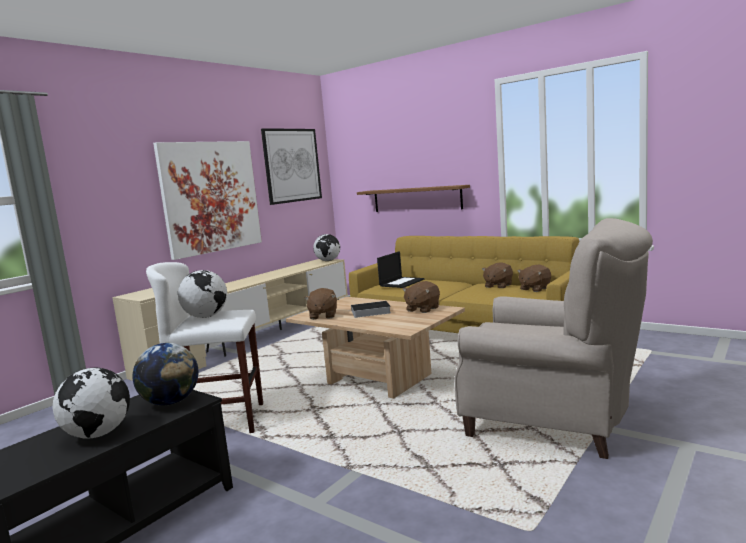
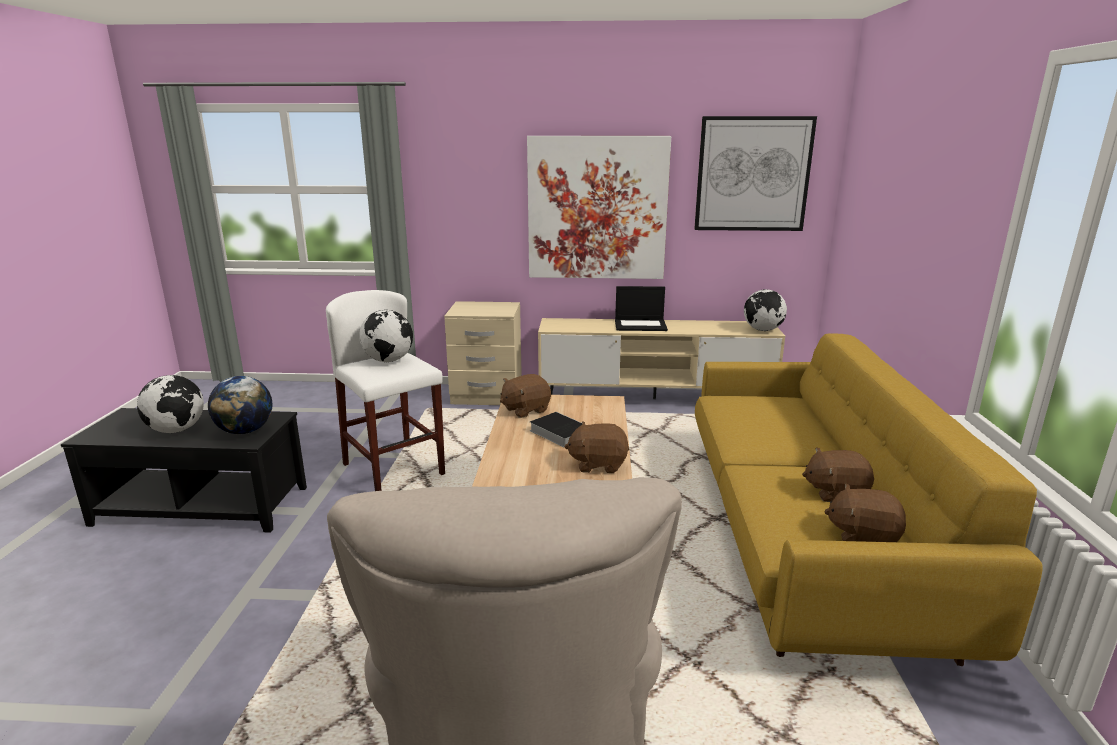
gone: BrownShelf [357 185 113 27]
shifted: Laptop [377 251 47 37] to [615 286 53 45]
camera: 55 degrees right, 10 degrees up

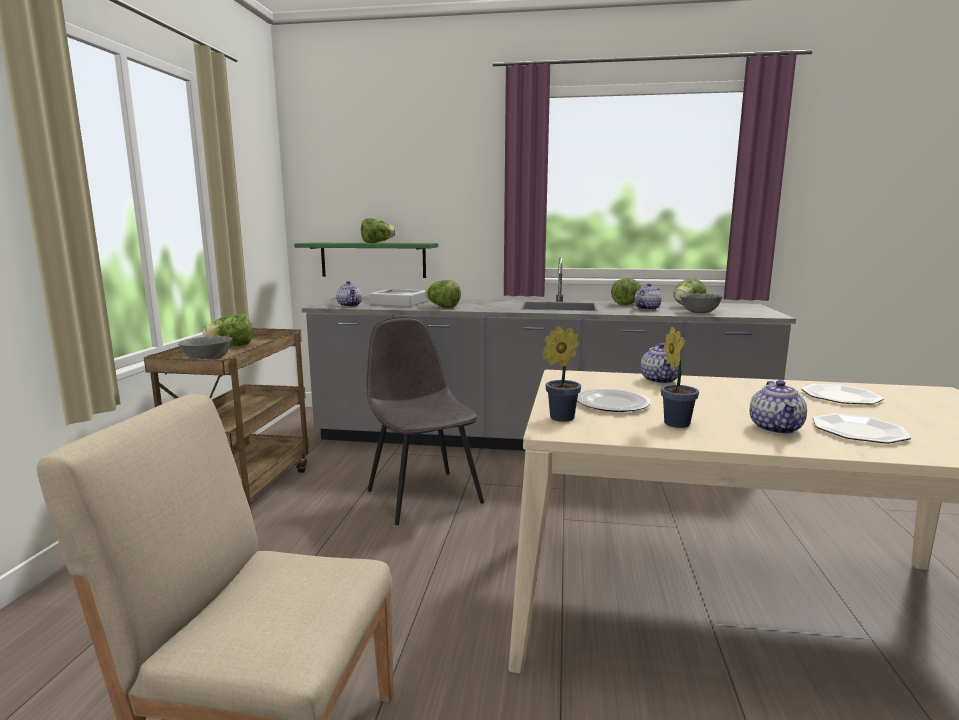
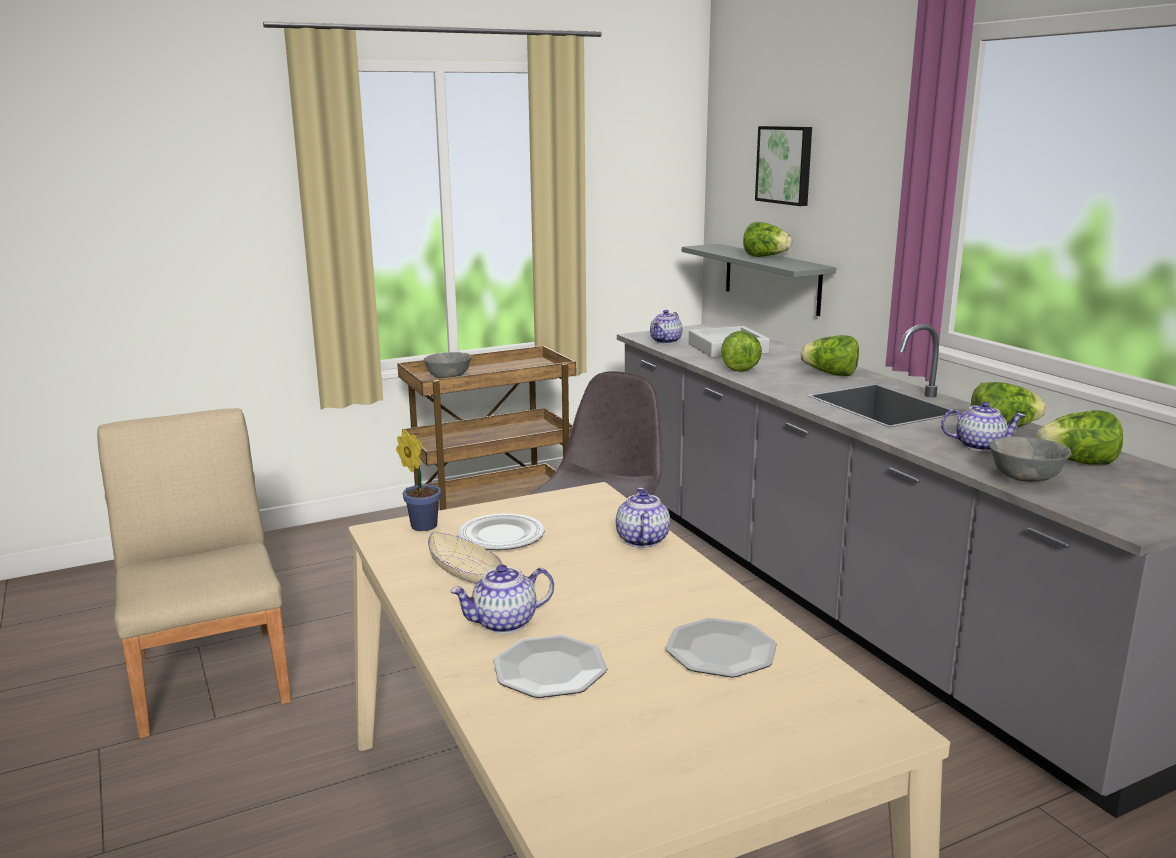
new: Picture [755 126 57 80]
shifted: Lettuce [203 314 50 32] to [801 335 58 41]
swapped: PottedPlant [661 326 38 102] to BeigeBowl [428 532 74 52]
repainted: GreenShelf [294 243 144 35] to GreyShelf [682 244 154 72]
rotated: Teapot [641 343 41 41] = [616 488 54 60] 120 degrees clockwise
camera: 55 degrees right, 5 degrees up

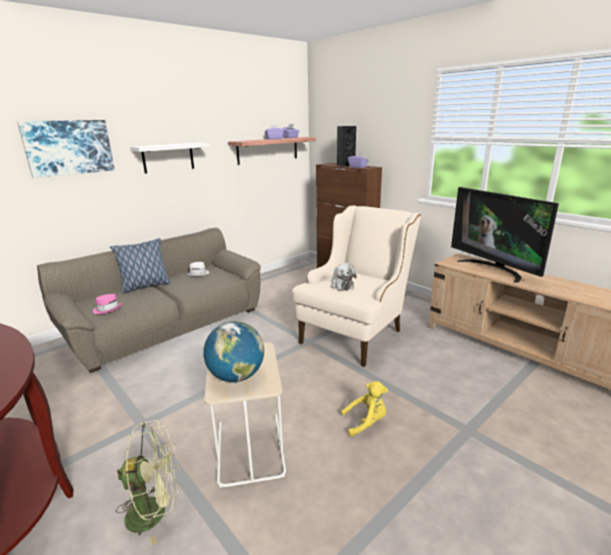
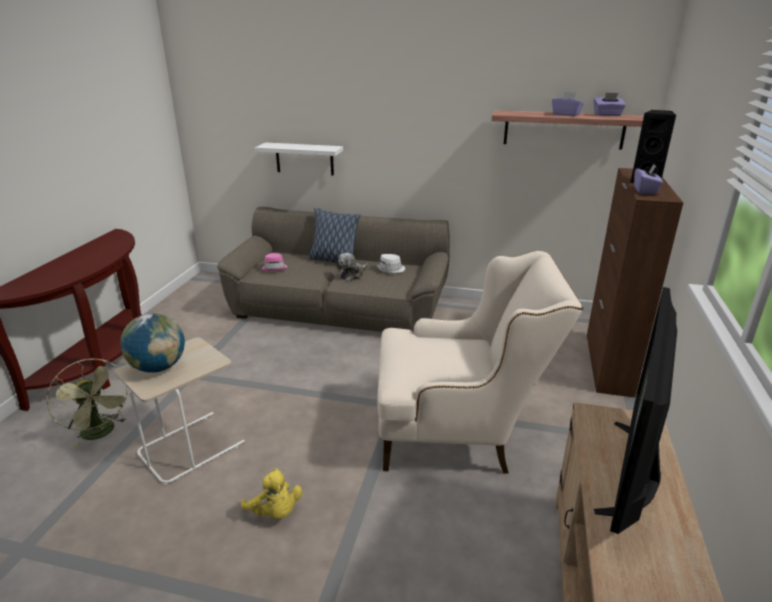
gone: Picture [17 120 98 58]
shifted: WhiteShelf [130 143 80 31] to [255 143 88 33]; PlushToy [331 263 25 28] to [338 253 30 28]
camera: 55 degrees right, 5 degrees up

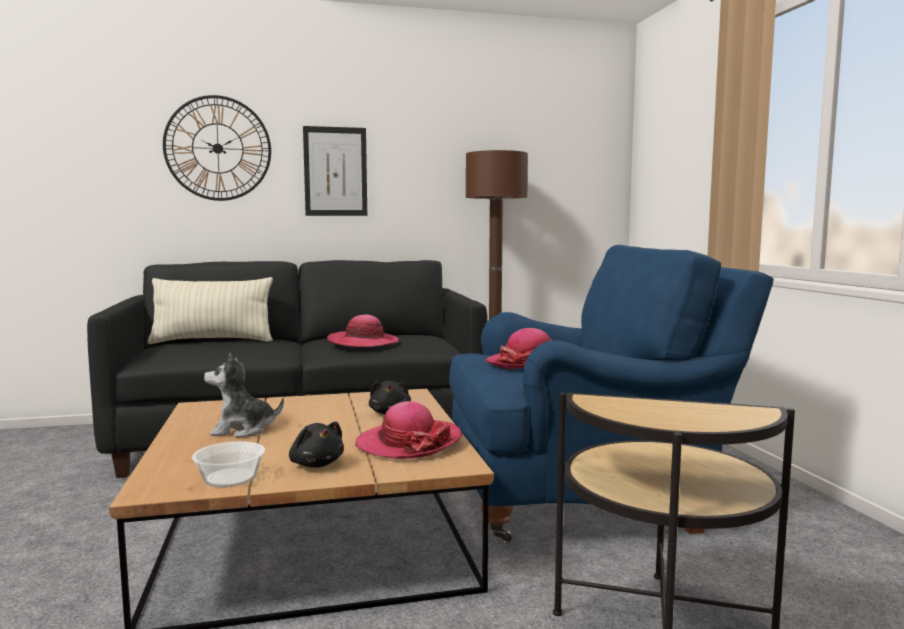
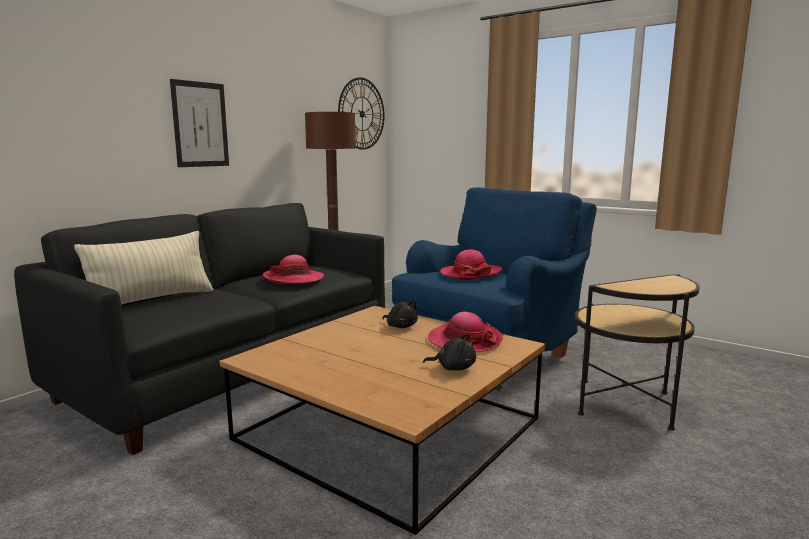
gone: Bowl [192 441 73 47]; PlushToy [204 353 80 85]
shifted: WallClock [163 95 108 106] to [338 77 46 73]
camera: 40 degrees left, 5 degrees up

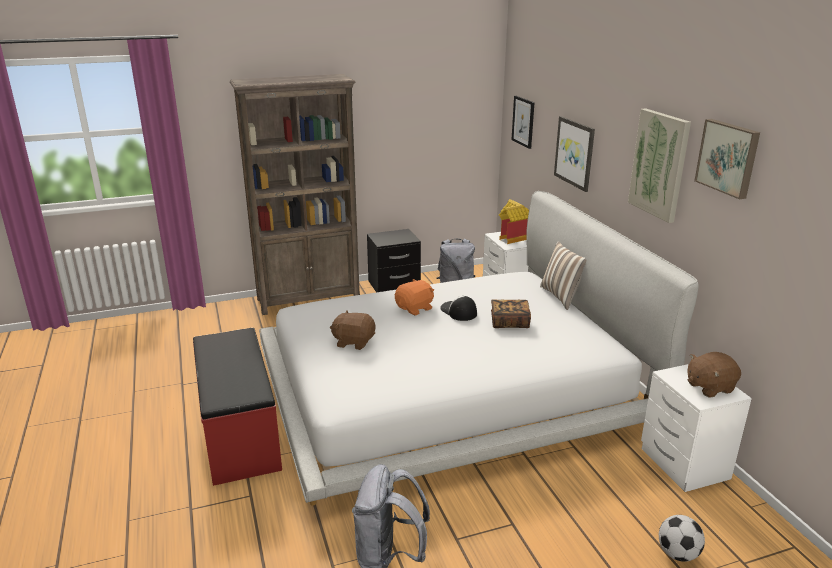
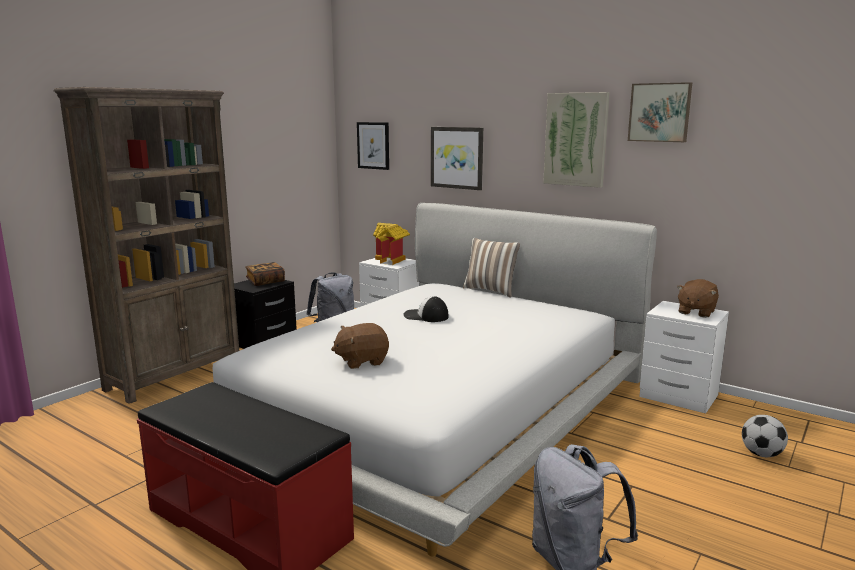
gone: OrangePlushToy [395 279 39 37]
shifted: Book [491 300 40 28] to [245 262 40 24]
camera: 35 degrees left, 10 degrees down

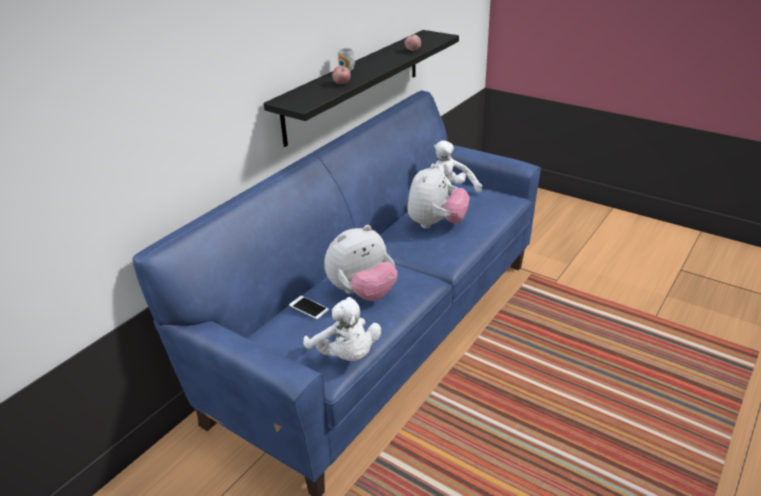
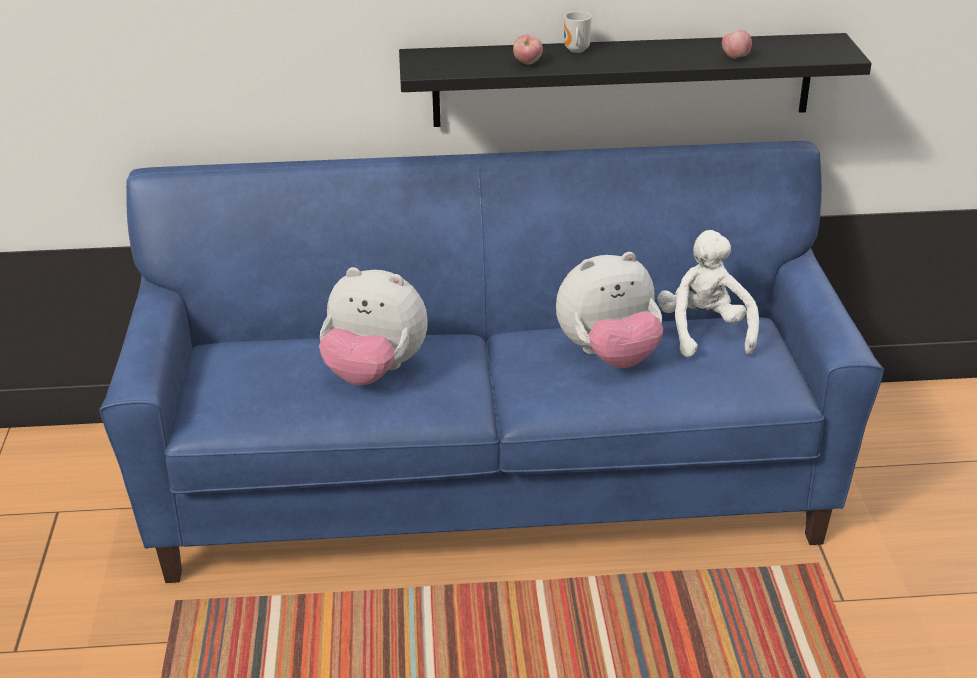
gone: Phone [289 296 40 23]; WhitePlushToy [303 297 78 64]
camera: 50 degrees right, 0 degrees up

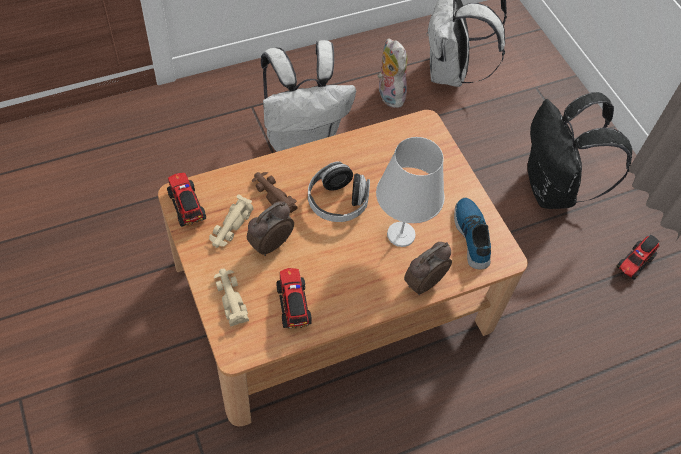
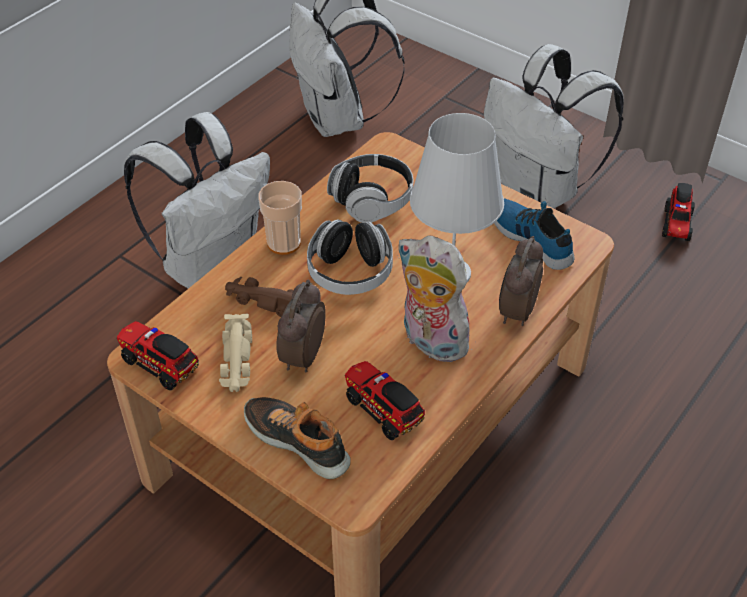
new: Cup [258 181 44 74]; Headphones [327 154 86 69]
shifted: PlushToy [377 38 31 70] to [399 235 73 128]
swapped: BeigeToyCar [214 268 35 59] to Shoe [244 397 107 82]
repainted: BlackBackpack [527 92 105 117] to WhiteBackpack [484 44 140 165]
camera: 25 degrees left, 10 degrees down

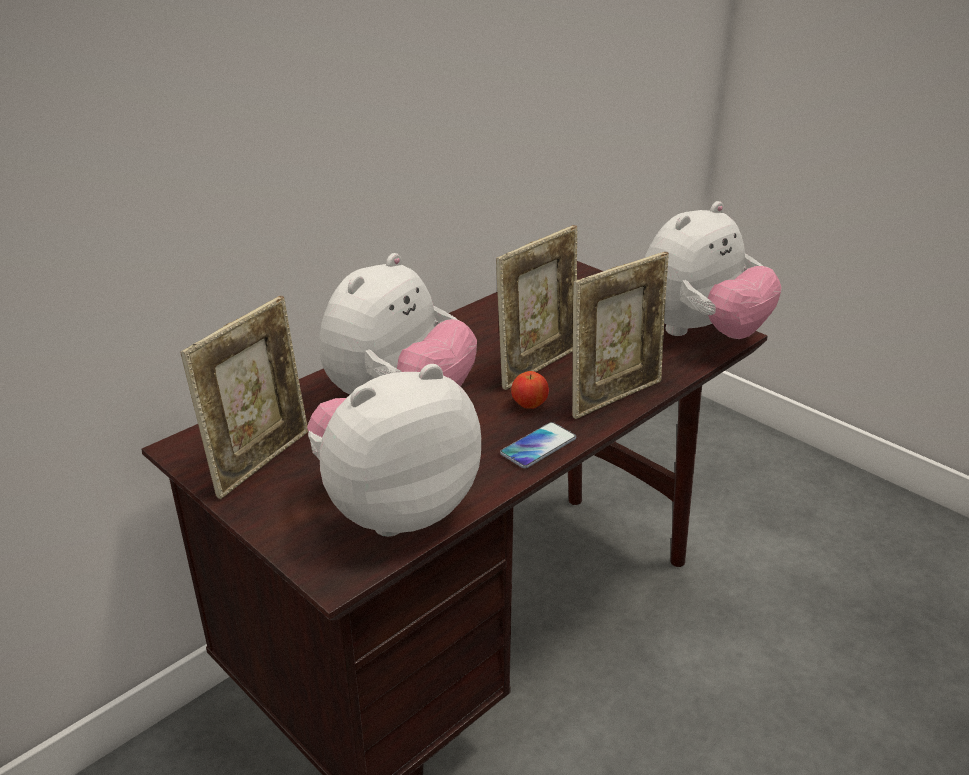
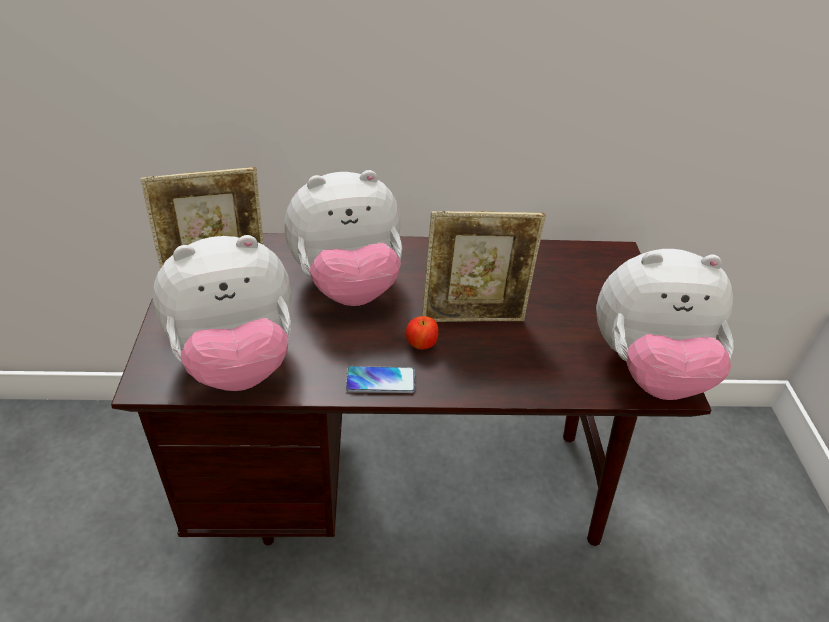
gone: PictureFrame [572 252 97 167]
rotated: PlushToy [307 364 174 173] = [153 235 138 156] 150 degrees clockwise
camera: 40 degrees right, 10 degrees up

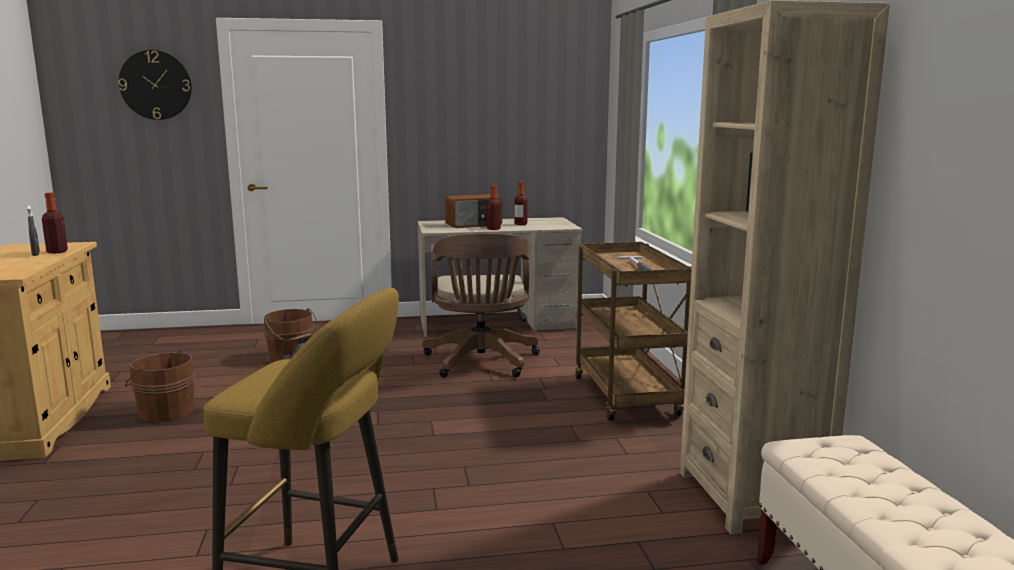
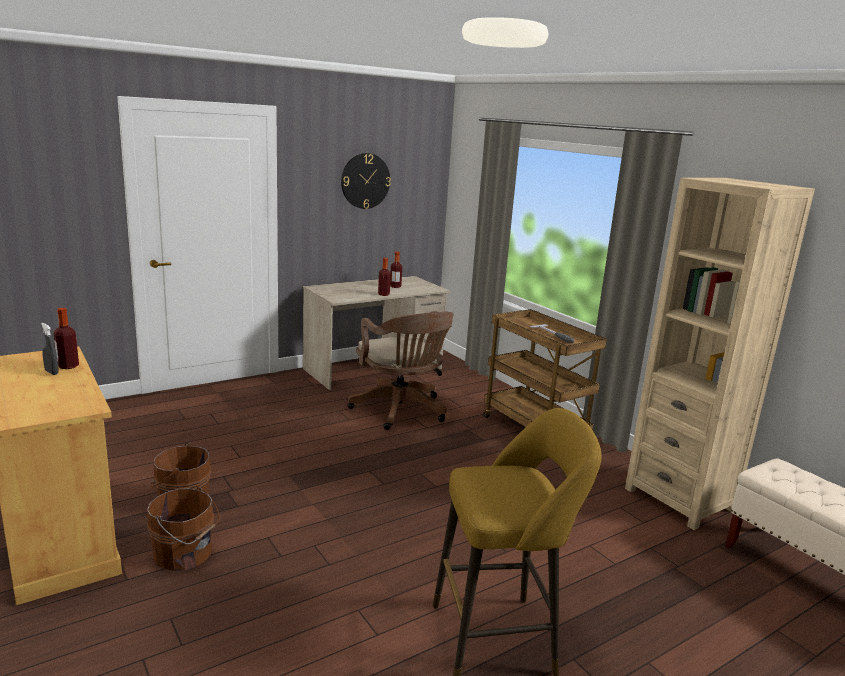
gone: Radio [445 194 57 34]
shifted: BrownBucket [264 308 54 55] to [147 487 73 84]; WallClock [118 50 74 70] to [341 153 50 56]
camera: 25 degrees left, 5 degrees up

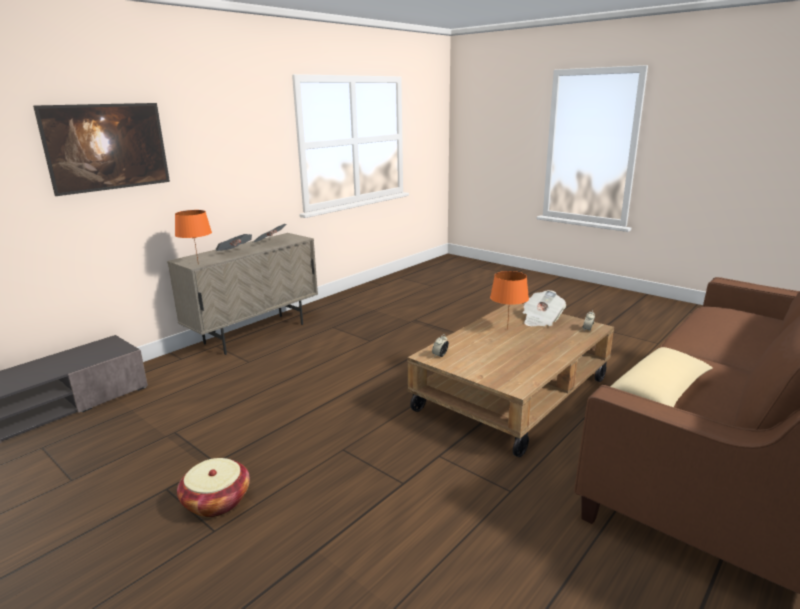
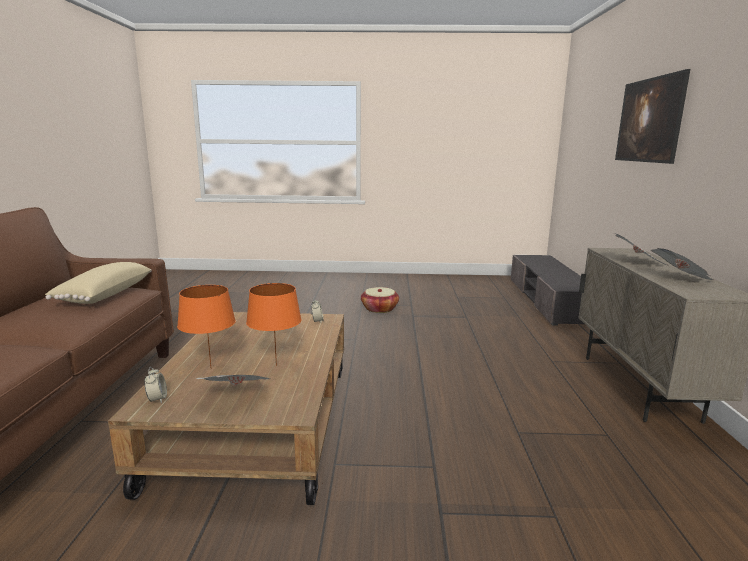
shifted: OrangeTableLamp [175 210 37 54] to [177 285 59 82]
camera: 140 degrees right, 5 degrees down

